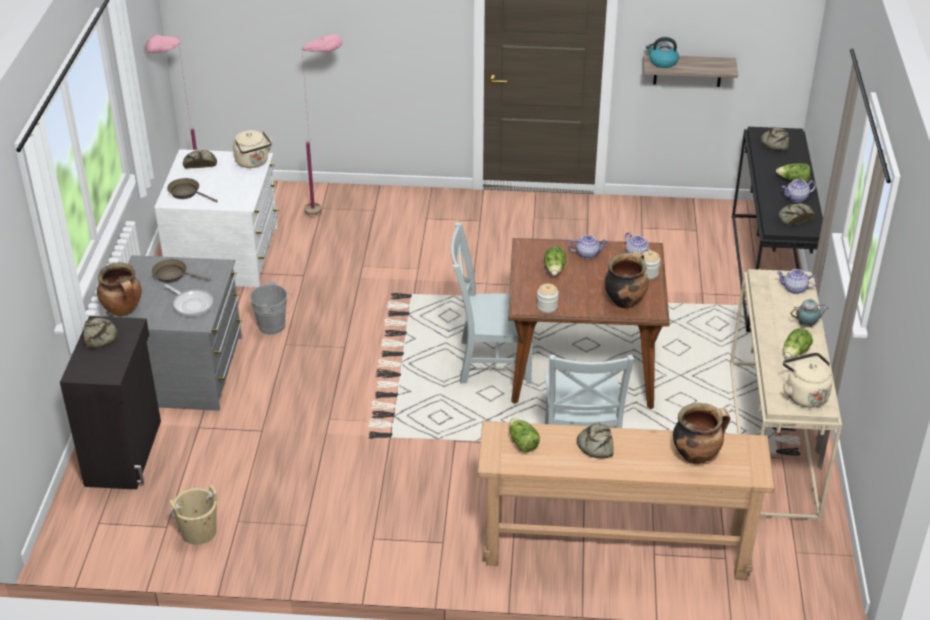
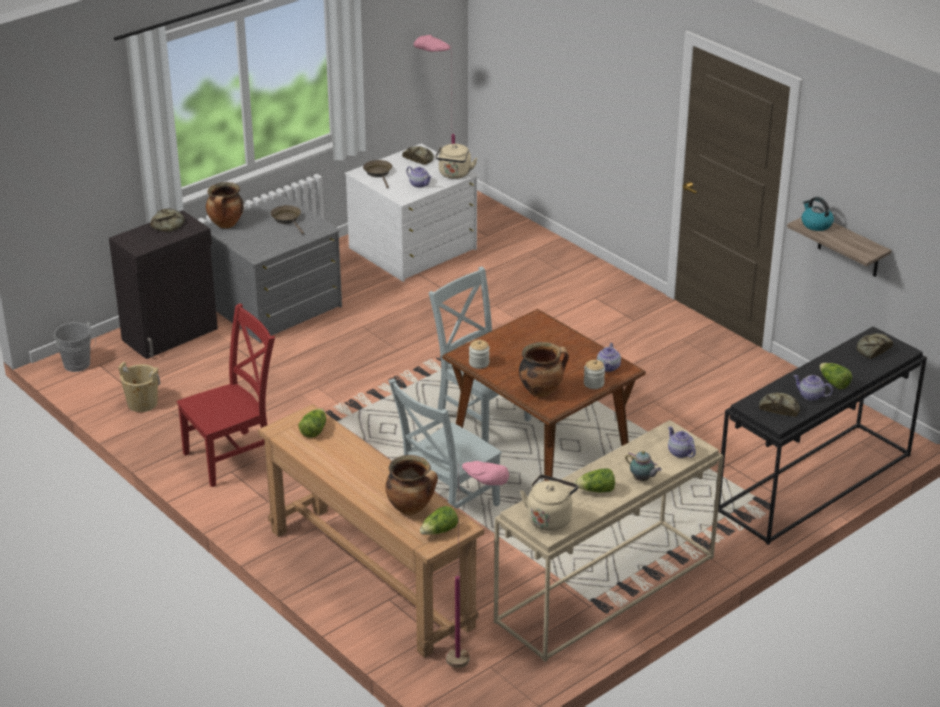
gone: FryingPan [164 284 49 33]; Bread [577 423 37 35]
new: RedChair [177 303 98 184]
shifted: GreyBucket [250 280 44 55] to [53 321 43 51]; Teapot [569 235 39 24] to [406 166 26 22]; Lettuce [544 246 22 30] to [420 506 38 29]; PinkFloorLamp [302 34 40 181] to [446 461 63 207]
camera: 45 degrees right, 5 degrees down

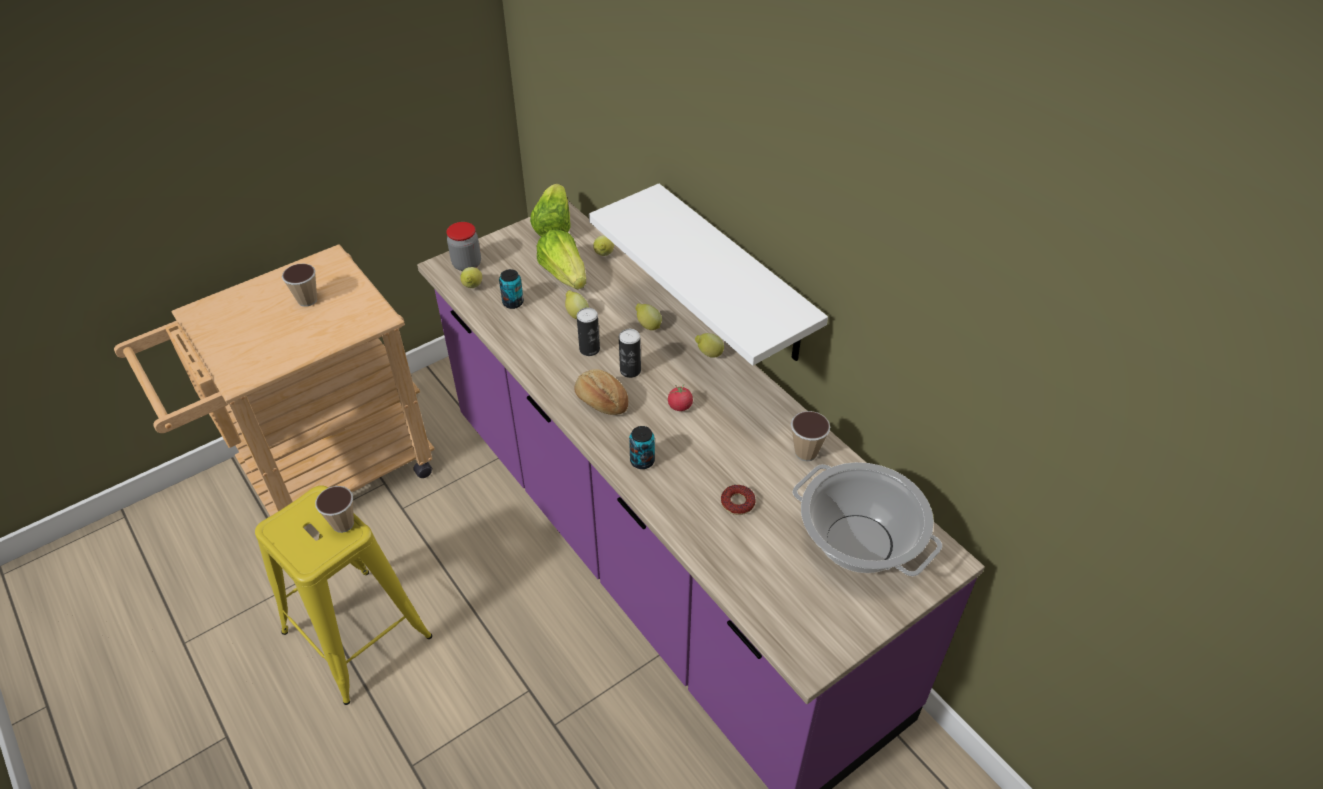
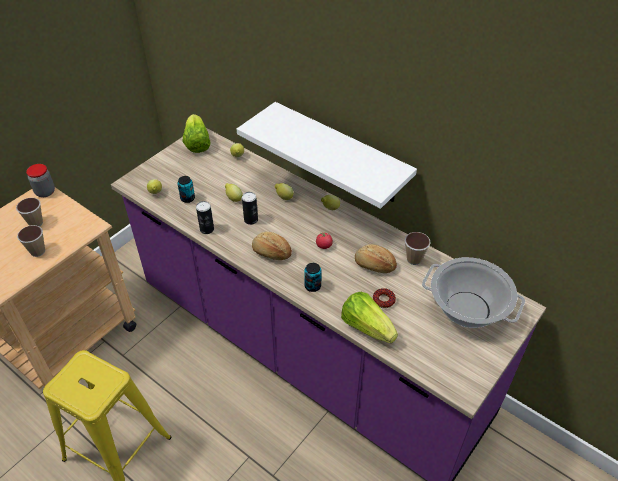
new: Bread [355 244 42 29]
shifted: Cup [315 486 39 47] to [17 225 28 32]; Jar [446 222 35 49] to [26 164 29 33]; Can [619 329 22 49] to [196 201 18 33]; Lettuce [537 229 49 60] to [341 292 57 51]
camera: 15 degrees left, 0 degrees up

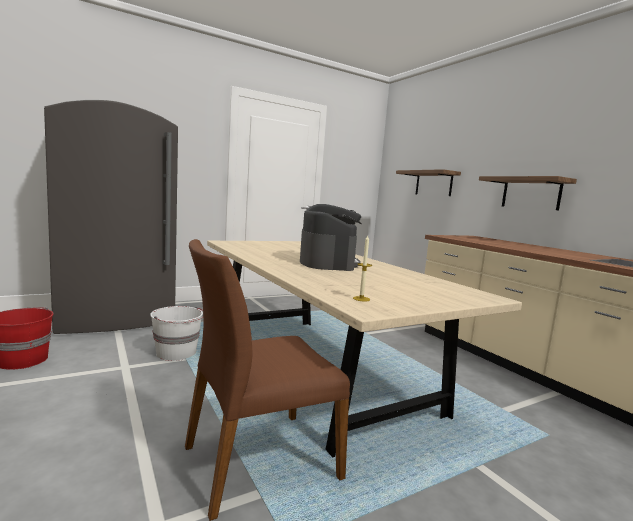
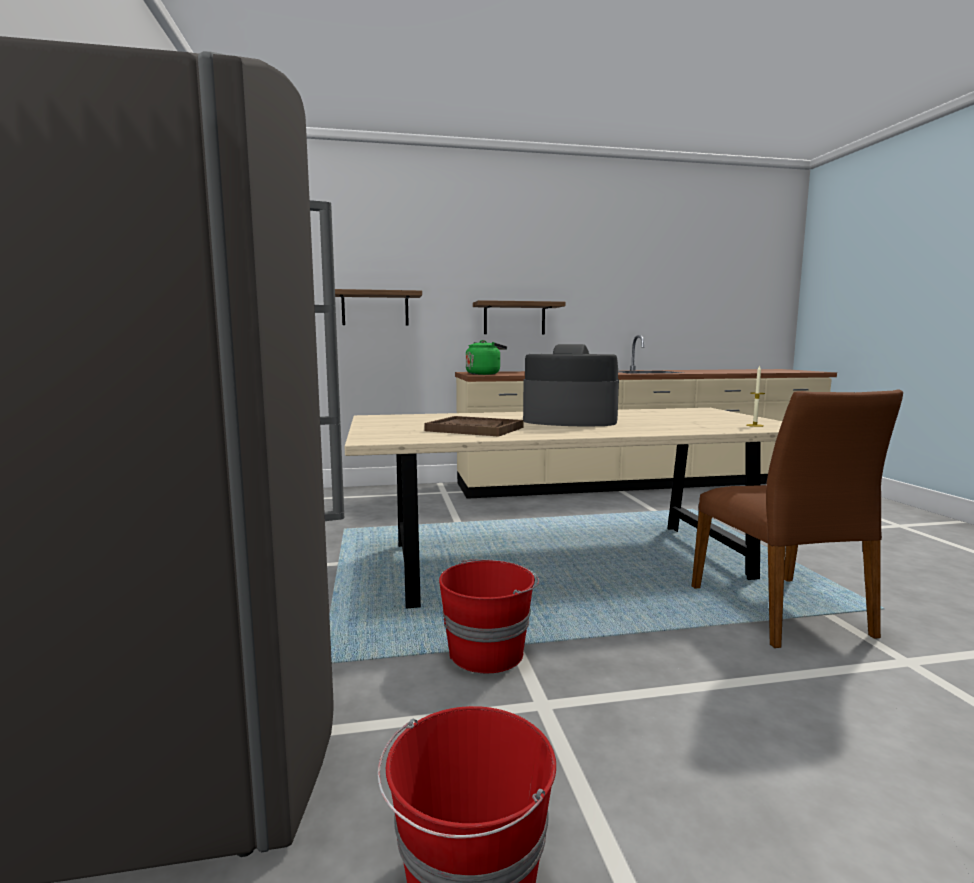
new: BrownTray [424 416 100 21]; GreenKettle [466 340 41 35]
repainted: WhiteBucket [150 306 53 55] to RedBucket [439 559 100 114]
camera: 70 degrees left, 0 degrees up

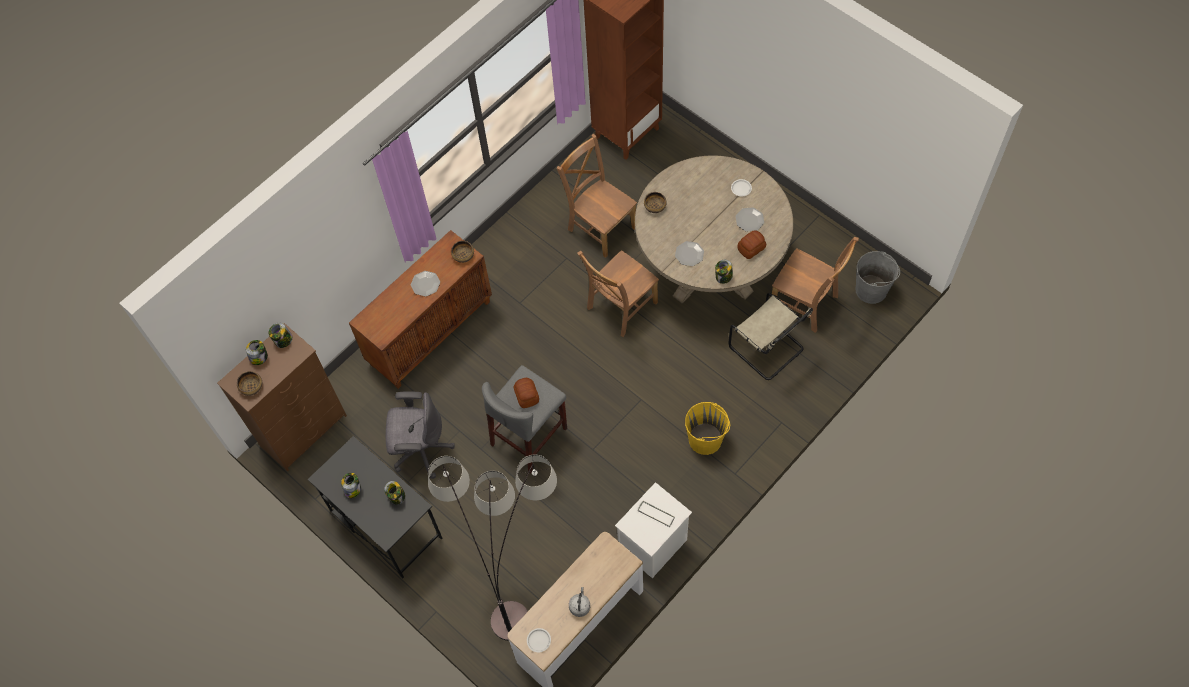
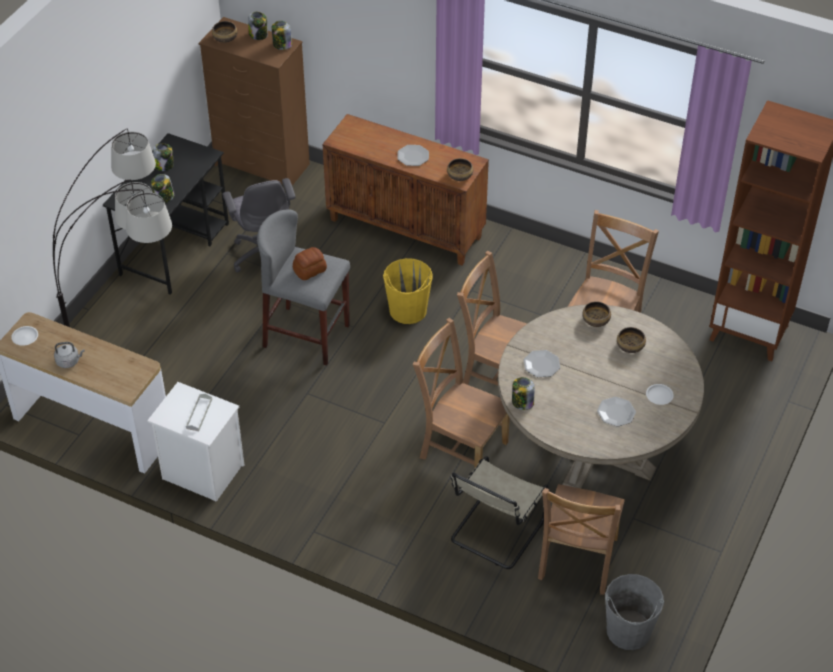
gone: Bread [737 230 29 29]
new: BrownChair [413 318 97 150]; Bowl [617 327 29 26]
shifted: YellowBucket [685 402 45 53] to [383 258 50 66]
camera: 70 degrees right, 15 degrees down

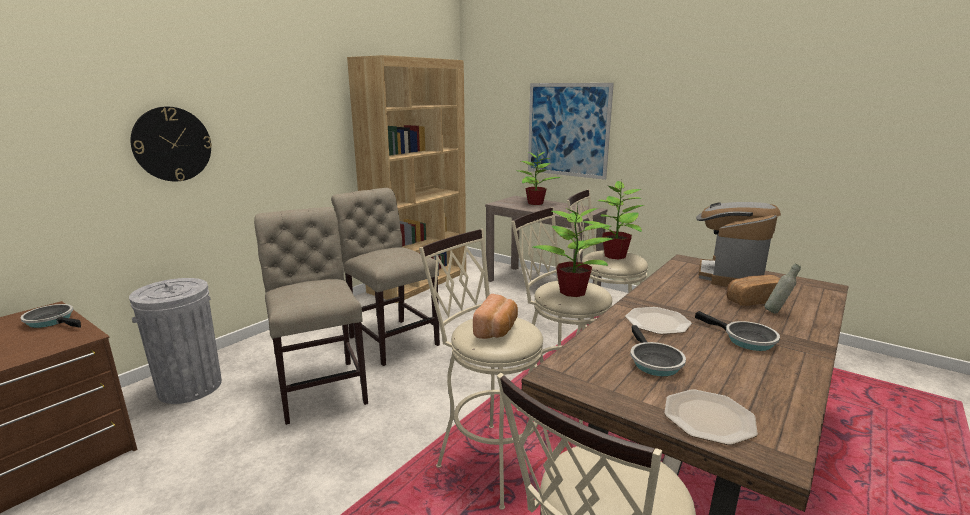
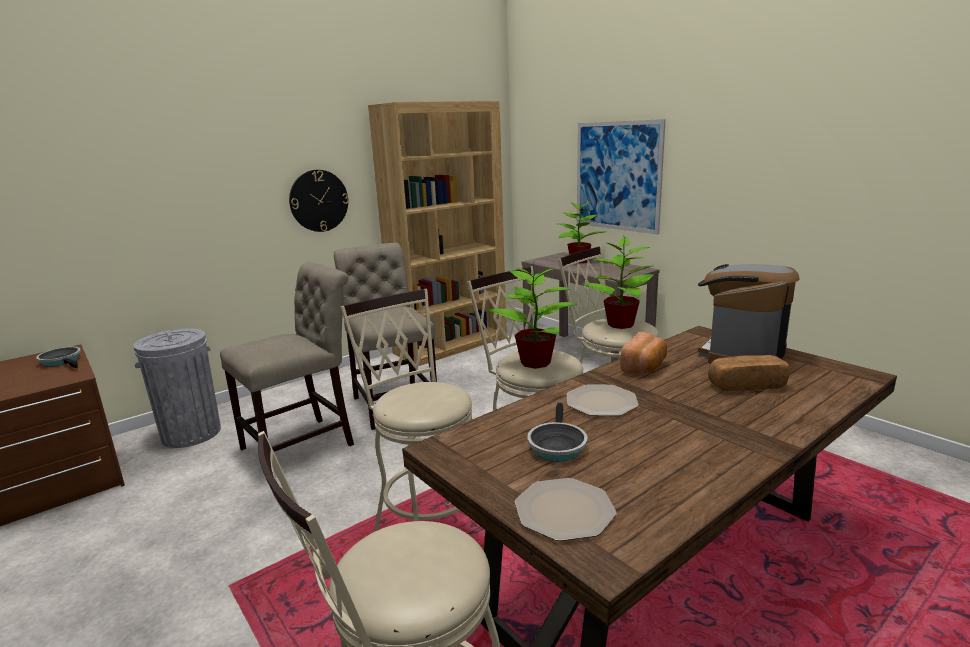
gone: FryingPan [695 311 85 40]; GreyBottle [764 264 37 50]
shifted: WallClock [131 107 81 75] to [289 170 60 62]; Bread [473 294 45 45] to [620 332 47 42]
rotated: BeigeChair [254 207 114 218] = [220 262 134 190] 60 degrees clockwise
camera: 15 degrees right, 0 degrees up

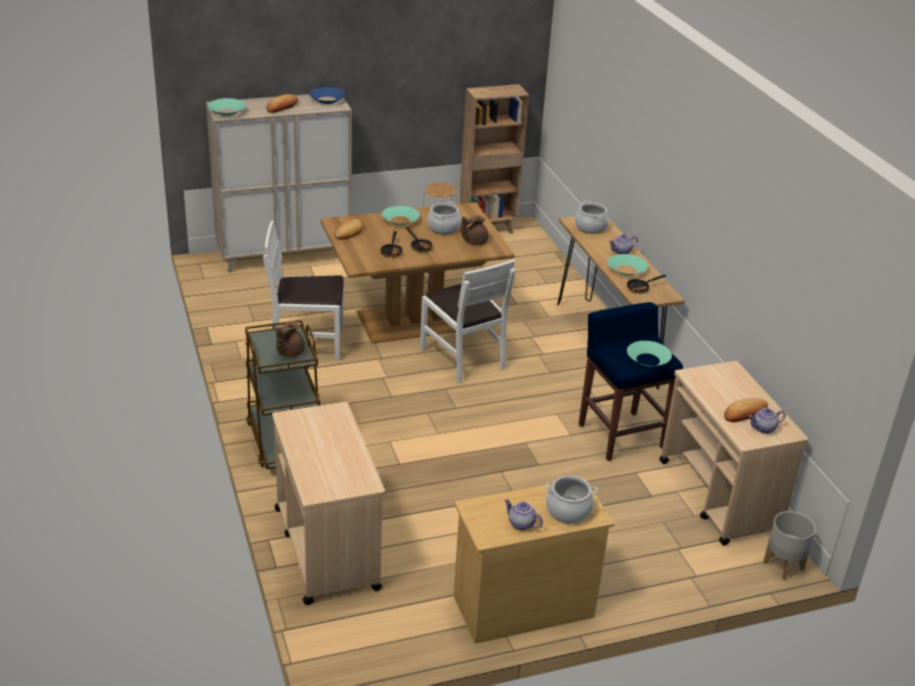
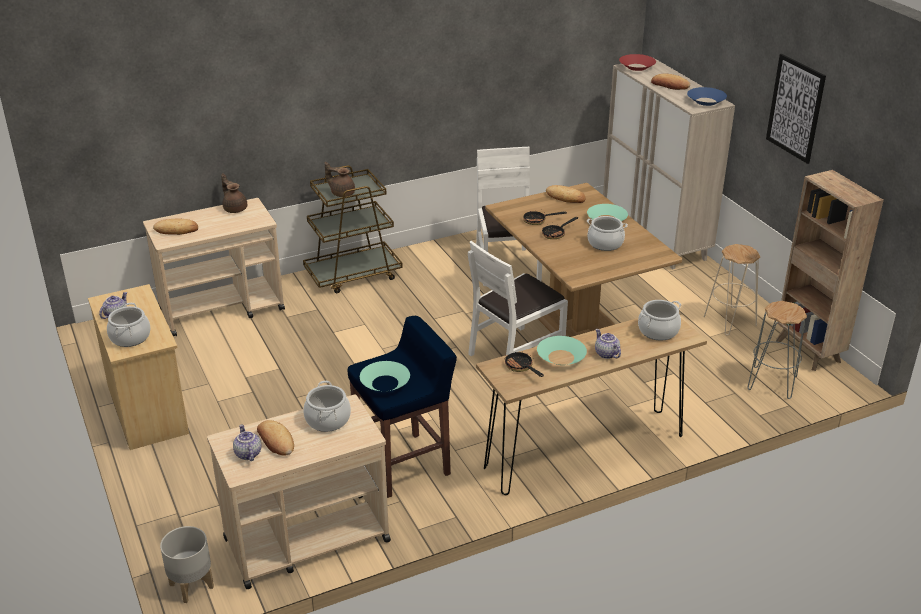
new: Bread [153 219 45 16]; CookingPot [303 381 48 51]; GreyStool [748 301 59 98]; Picture [766 54 60 110]
shifted: BrownTeapot [461 215 27 30] to [221 173 26 40]
repainted: TurquoiseBowl [208 98 38 18] to RedBowl [619 54 37 17]
camera: 85 degrees right, 0 degrees up

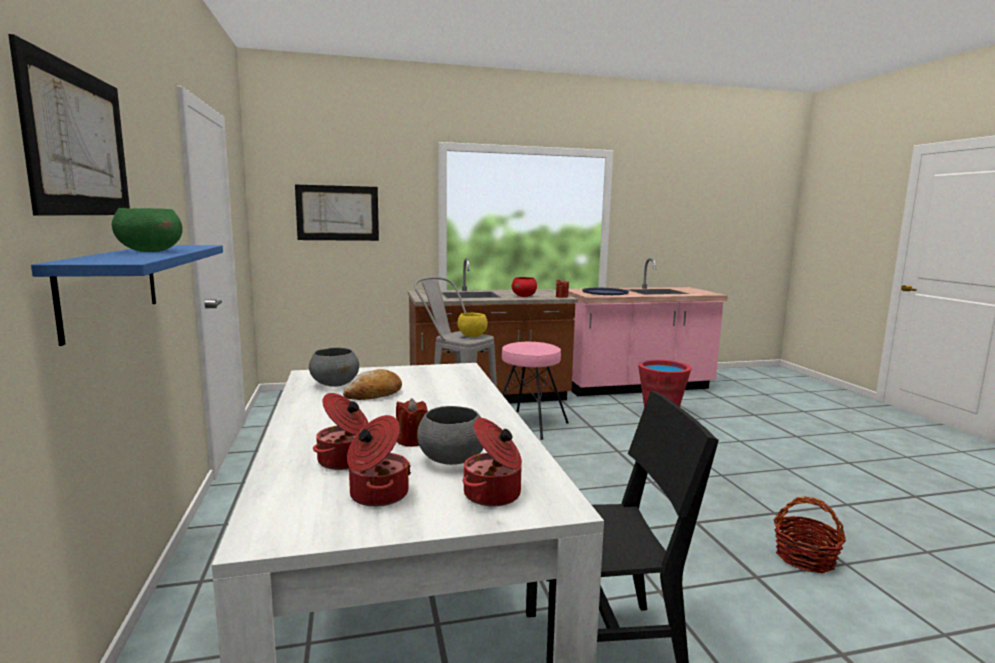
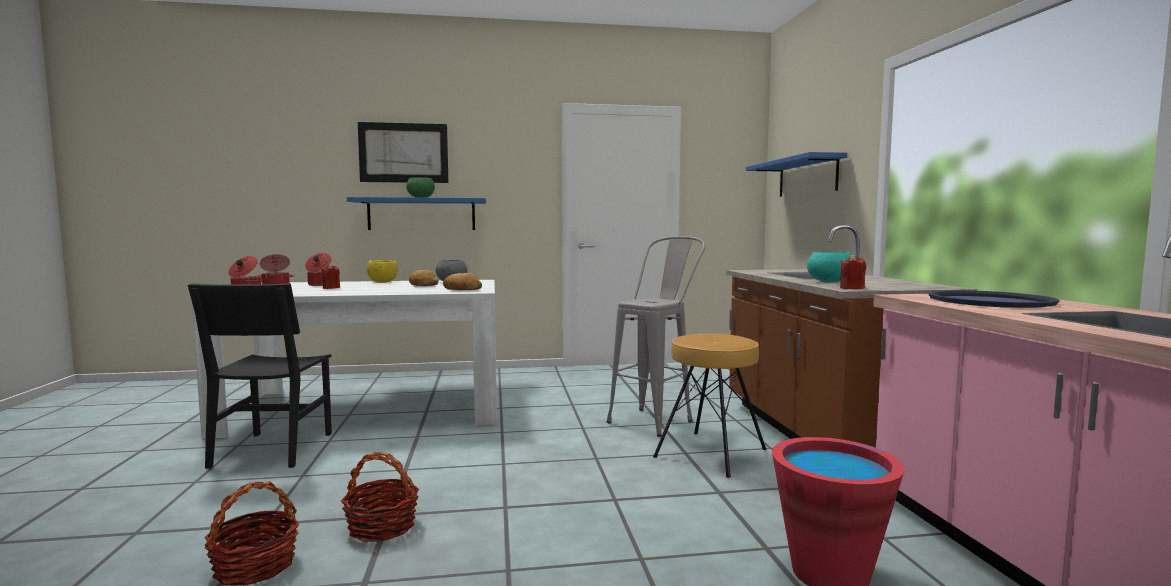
gone: GreyBowl [417 406 67 59]
new: Basket [341 452 78 90]; Bread [443 273 39 17]
shifted: YellowBowl [457 312 31 25] to [367 260 31 23]
swapped: Picture [295 185 84 56] to BlueShelf [746 152 101 45]
repainted: PinkStool [502 342 67 98] to BrownStool [653 334 114 144]; RedBowl [512 277 25 20] to TurquoiseBowl [807 251 44 32]
camera: 95 degrees right, 5 degrees down

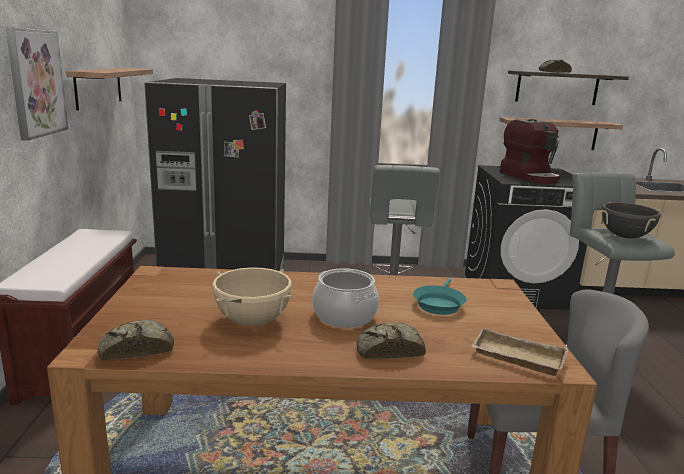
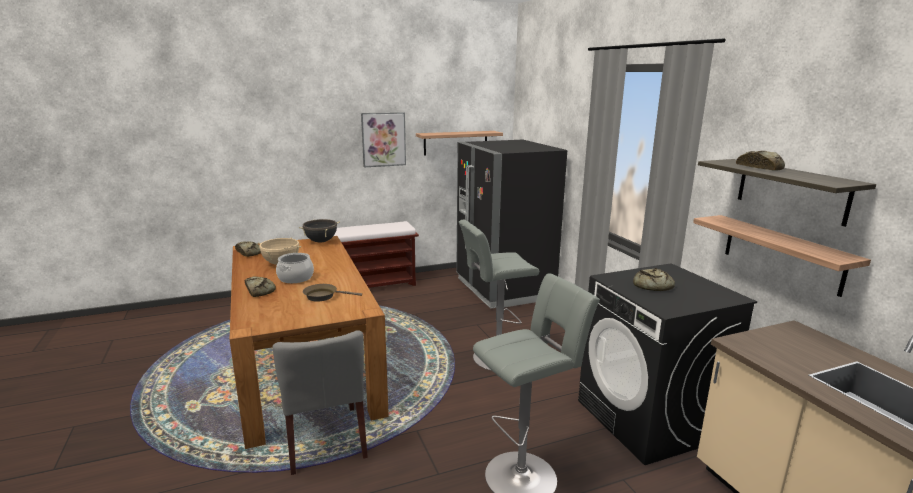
gone: BeigeTray [471 328 97 48]
shifted: BlackCookingPot [602 202 59 37] to [299 219 41 24]
swapped: CoffeeMachine [500 119 60 65] to Bread [633 268 42 23]
repainted: TurquoiseFryingPan [413 278 53 37] to BrownFryingPan [303 284 59 17]
camera: 70 degrees right, 0 degrees up

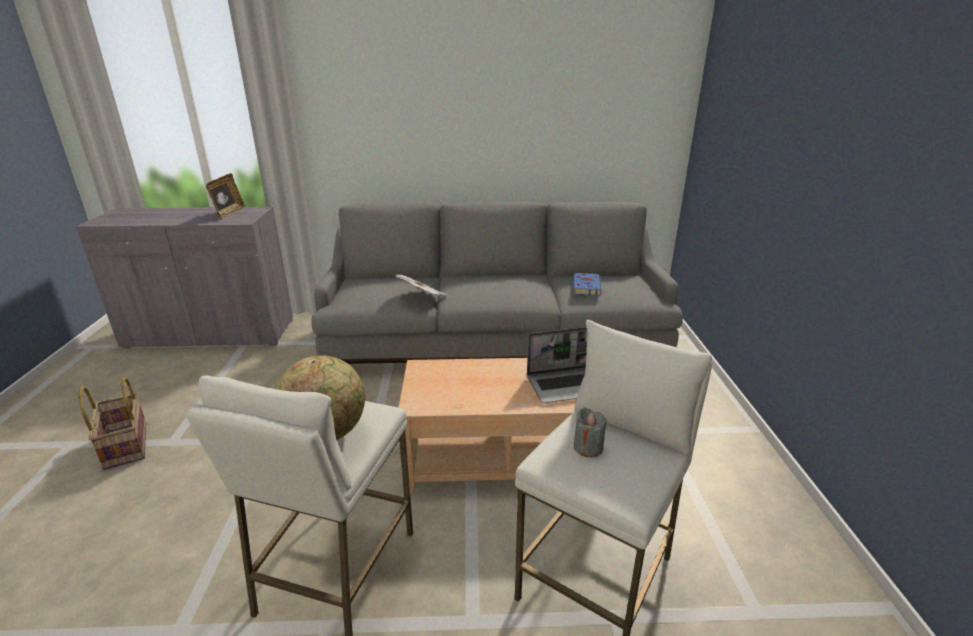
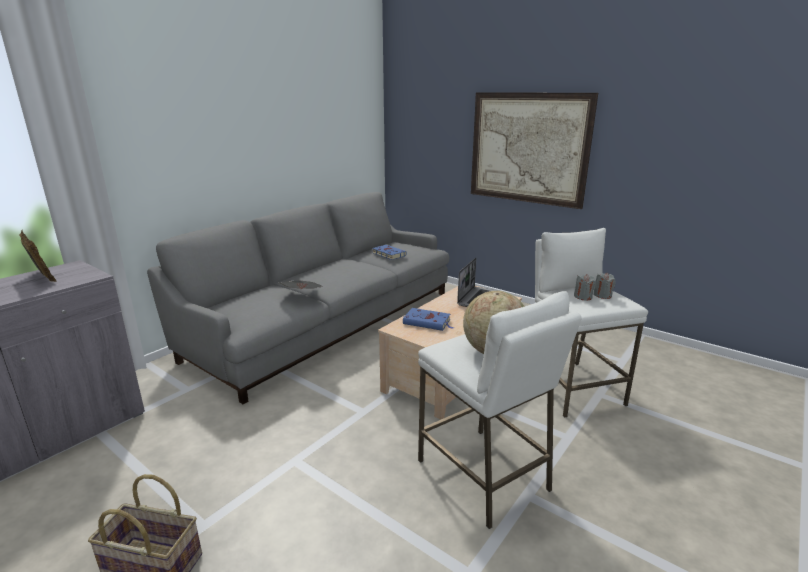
new: BlueBook [403 308 52 23]; Picture [471 92 127 117]; GreyCandle [593 273 23 26]
camera: 50 degrees left, 5 degrees down

